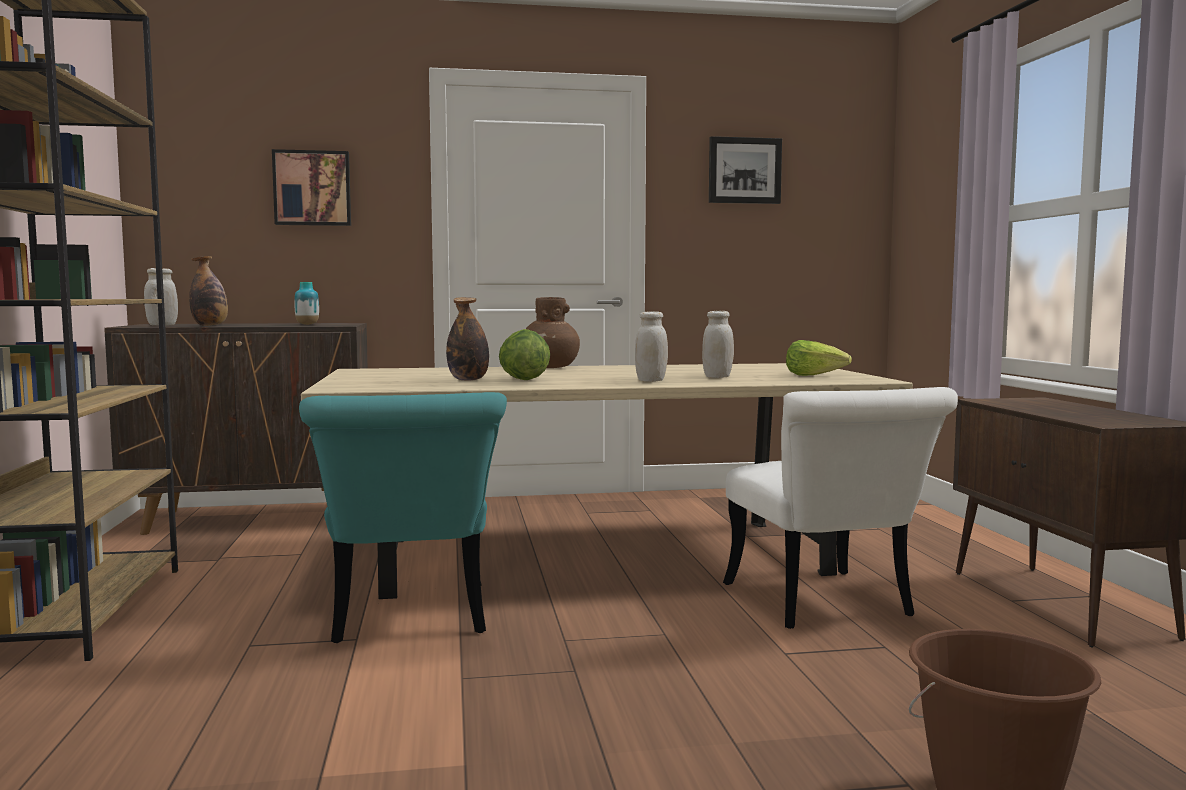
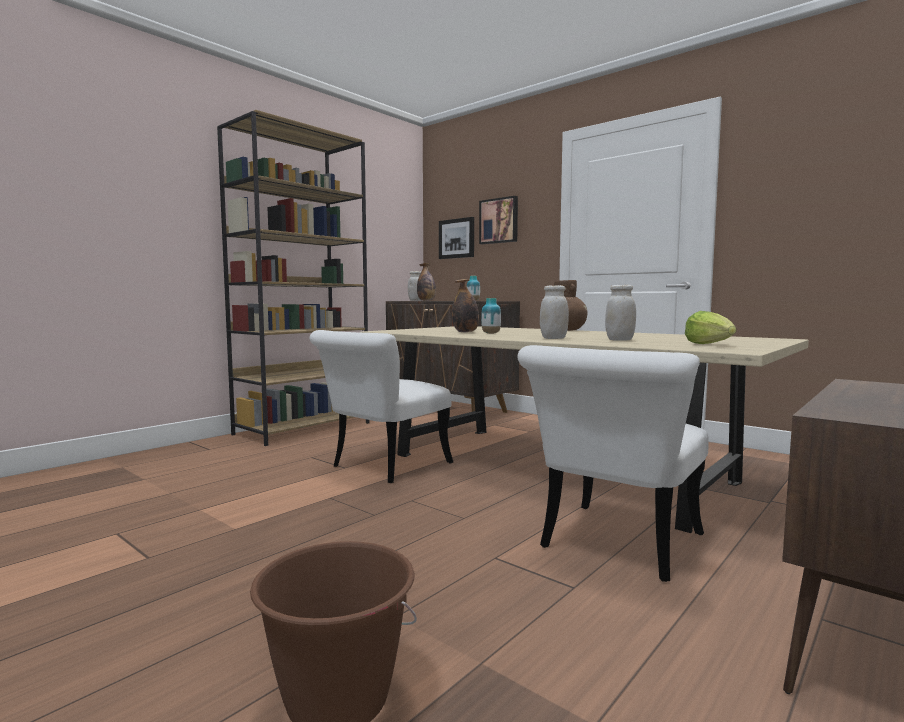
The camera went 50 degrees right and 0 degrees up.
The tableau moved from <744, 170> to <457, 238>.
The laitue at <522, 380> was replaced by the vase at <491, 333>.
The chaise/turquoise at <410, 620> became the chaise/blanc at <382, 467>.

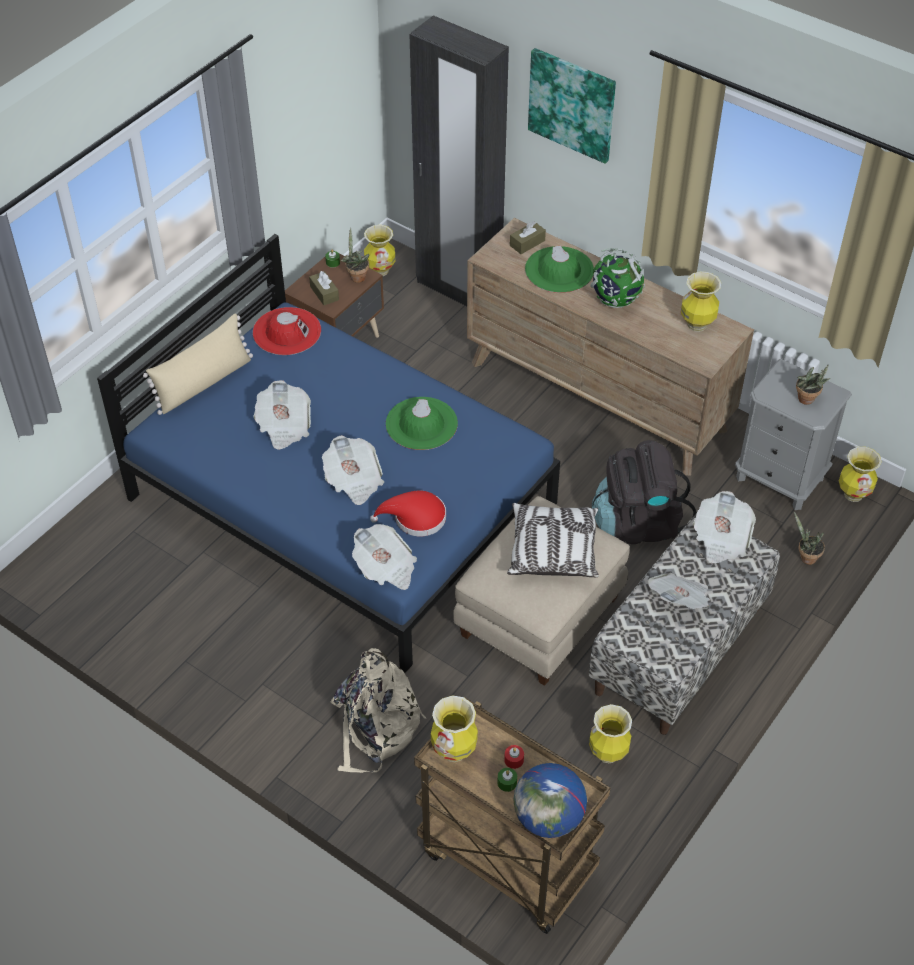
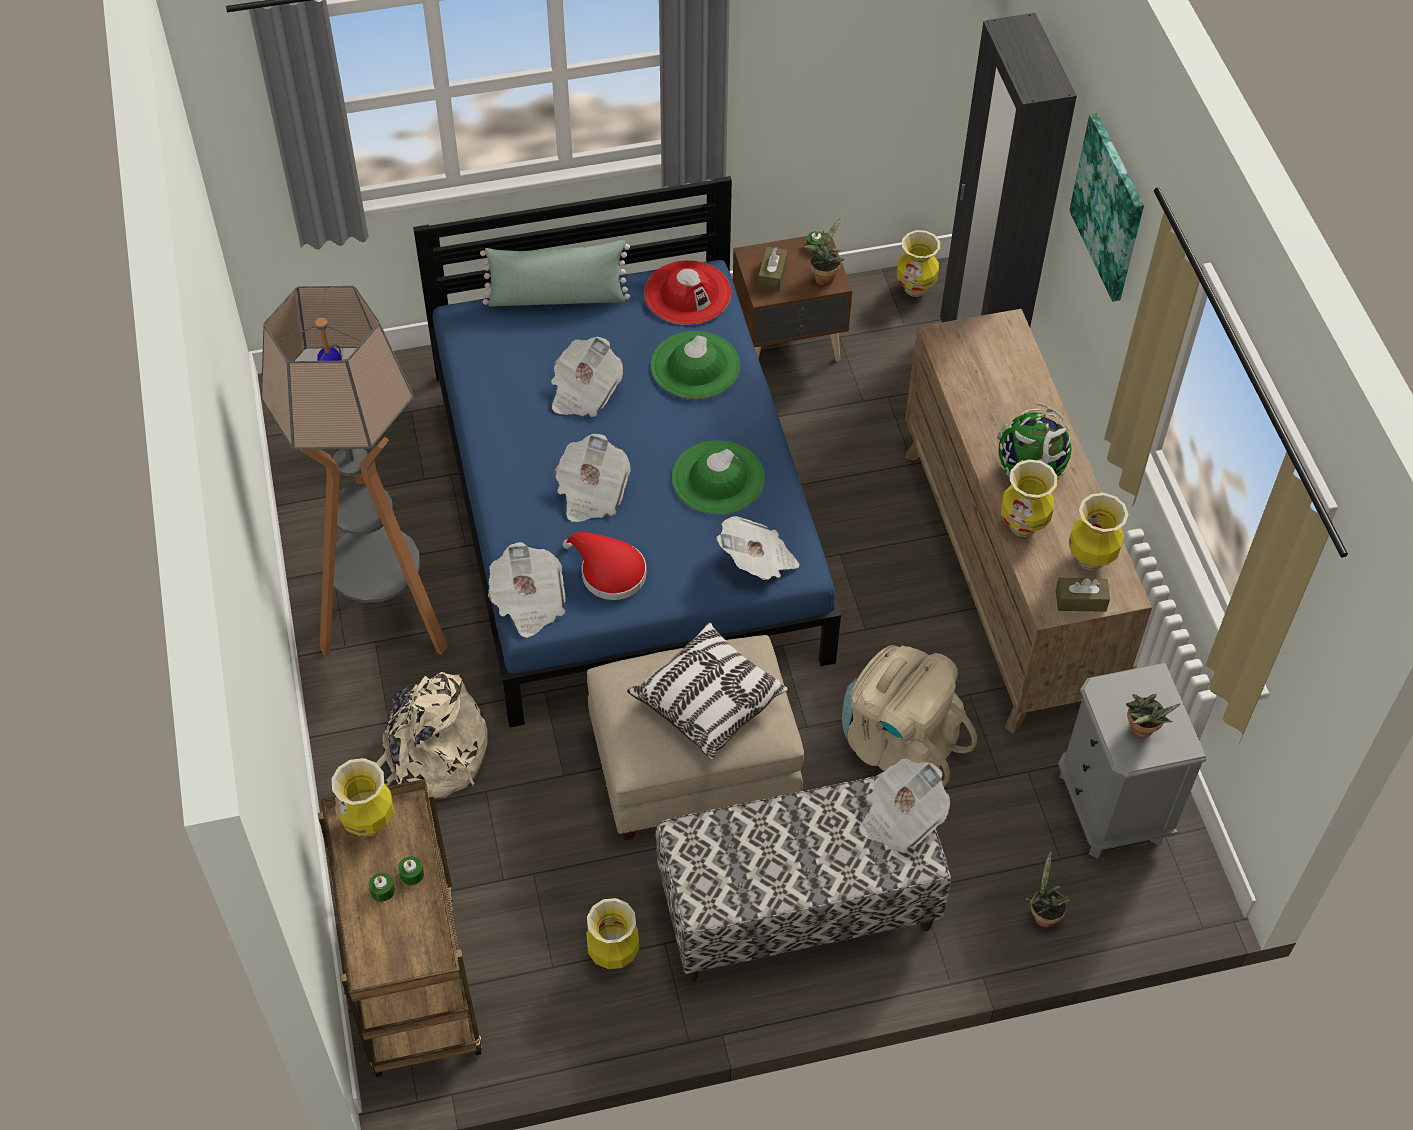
The camera went 40 degrees right and 5 degrees up.
The boîte à mouchoirs/marron moved from <527, 243> to <1080, 600>.
The chapeau/vert moved from <559, 270> to <695, 365>.
The coussin/beige at <204, 383> became the coussin/vert at <557, 297>.
The sac à dos/noir at <638, 522> became the sac à dos/beige at <899, 744>.
The vase moved from <853, 494> to <1023, 526>.
The journal moved from <680, 601> to <758, 561>.
The bougie/rouge at <514, 760> became the bougie/vert at <411, 874>.
The globe at <548, 818> disappeared.
The lampadaire at <386, 622> appeared.

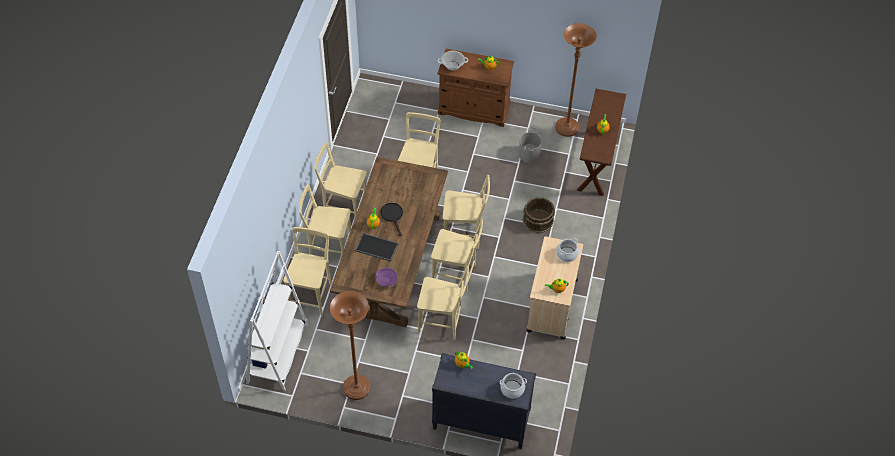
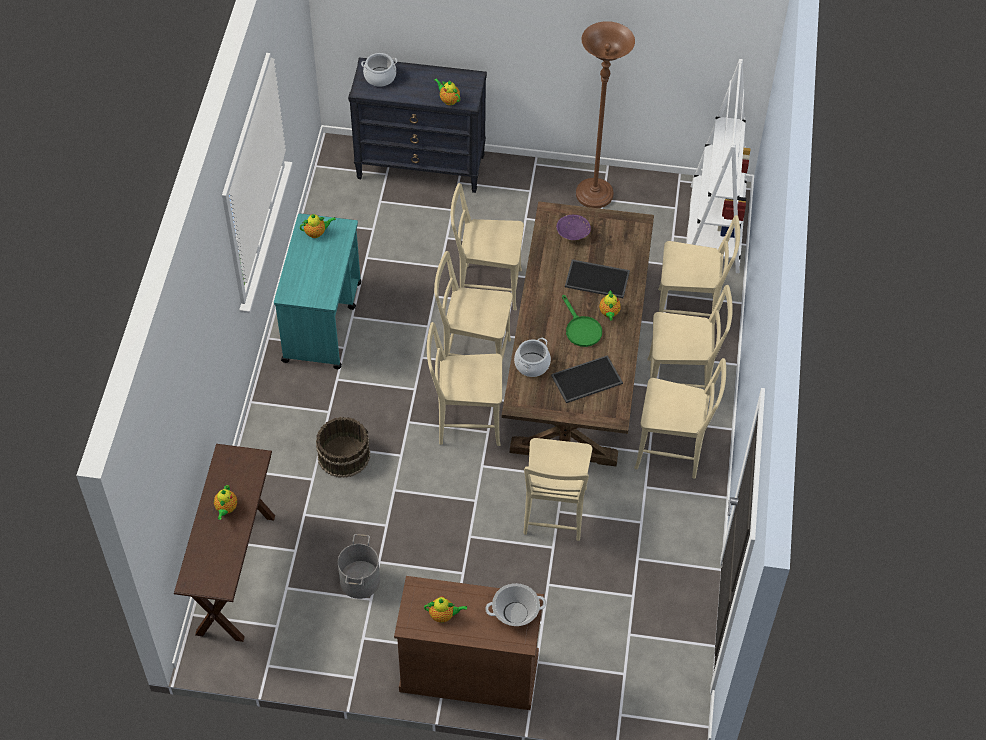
The camera went 175 degrees right and 0 degrees up.
The lampadaire/marron at <567, 128> disappeared.
The poêle/noir at <393, 216> became the poêle/vert at <581, 329>.
The chaise/beige at <311, 293> turned 90 degrees counterclockwise.
The chariot/beige at <551, 306> became the chariot/turquoise at <322, 321>.
The marmite moved from <567, 254> to <532, 365>.
The plateau at <586, 380> appeared.

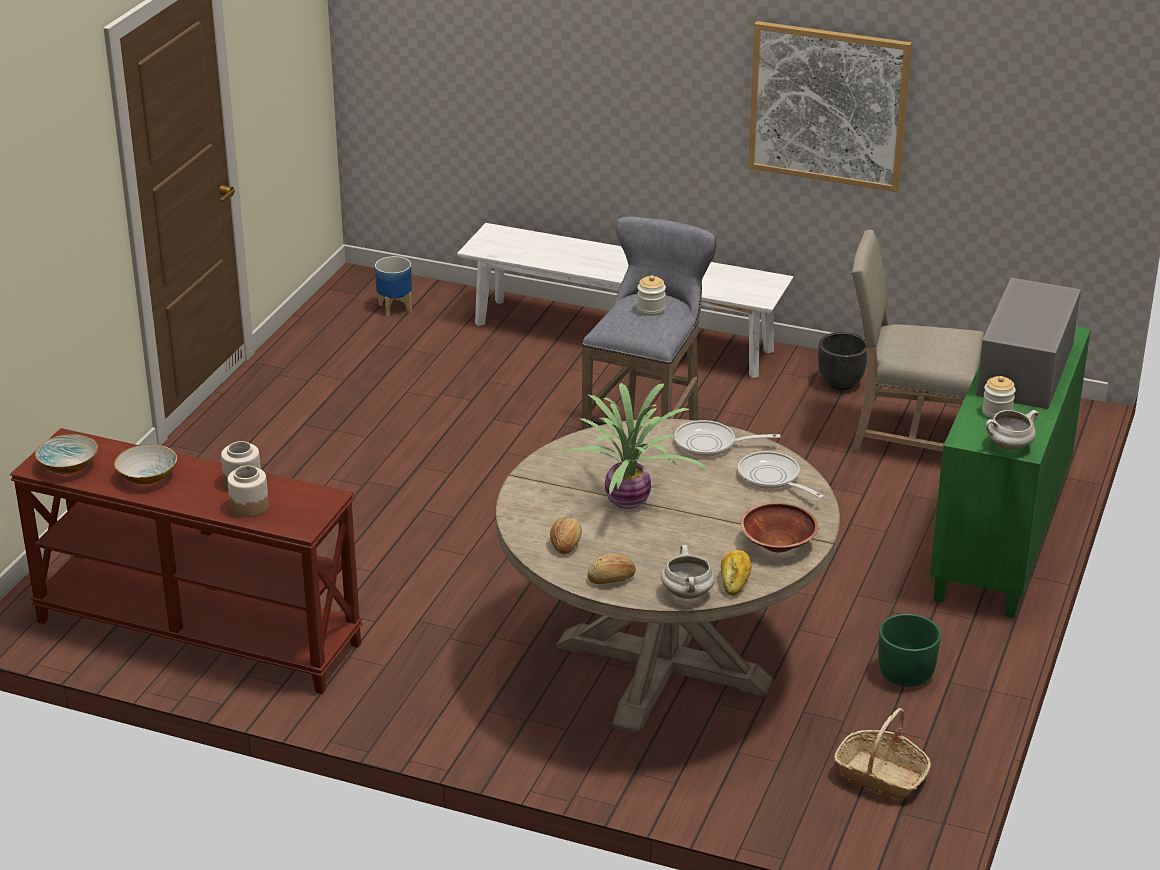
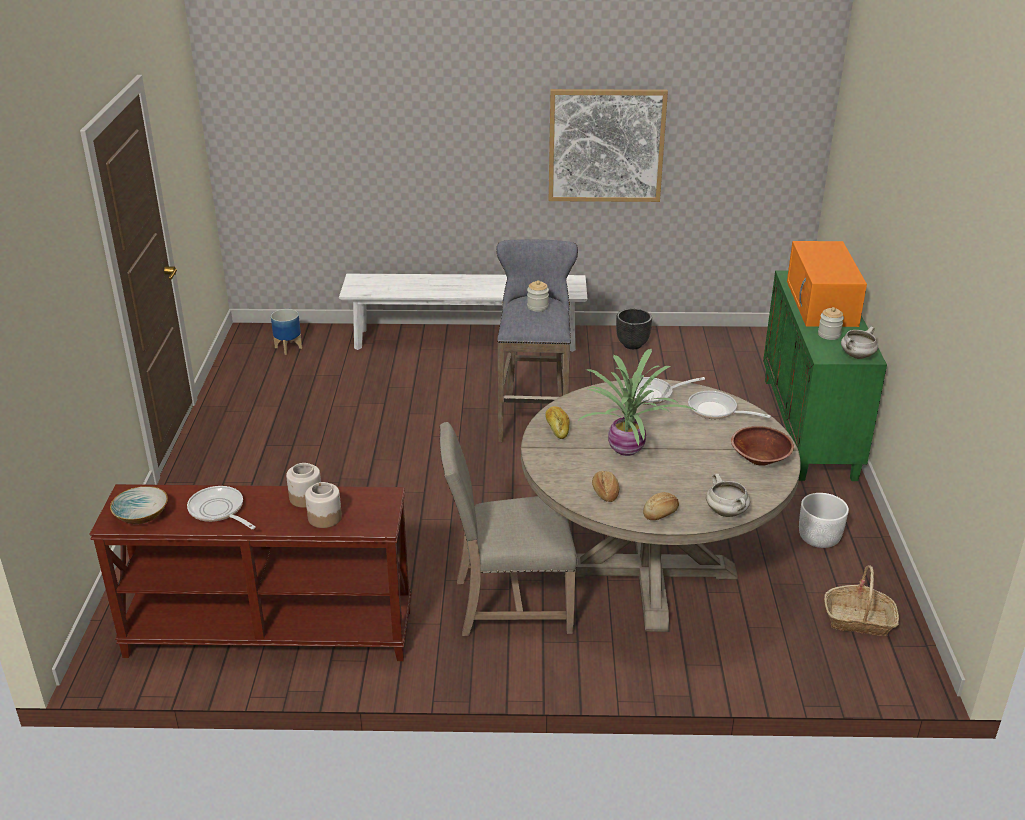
The camera went 20 degrees left and 0 degrees up.
The chaise/beige moved from <907, 437> to <508, 604>.
The micro-ondes/gris at <1025, 370> became the micro-ondes/orange at <822, 304>.
The bol at <147, 477> was replaced by the poêle at <219, 511>.
The pain moved from <735, 579> to <557, 427>.
The cache-pot/vert at <906, 674> became the cache-pot/blanc at <819, 538>.

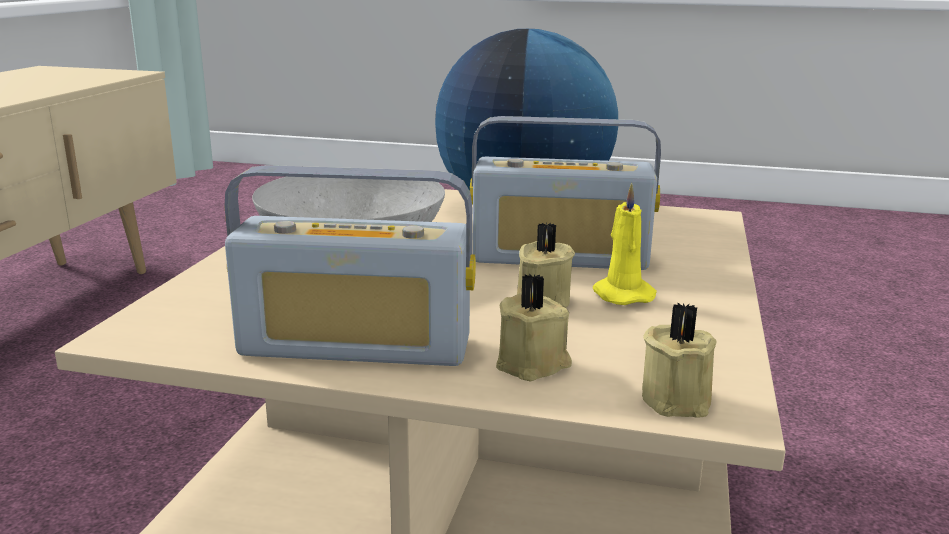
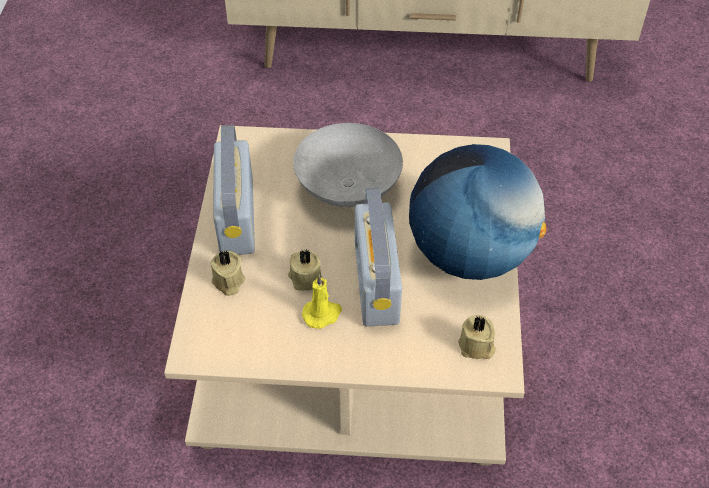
The camera went 80 degrees right and 30 degrees up.
The bougie/beige moved from <678, 398> to <476, 347>.

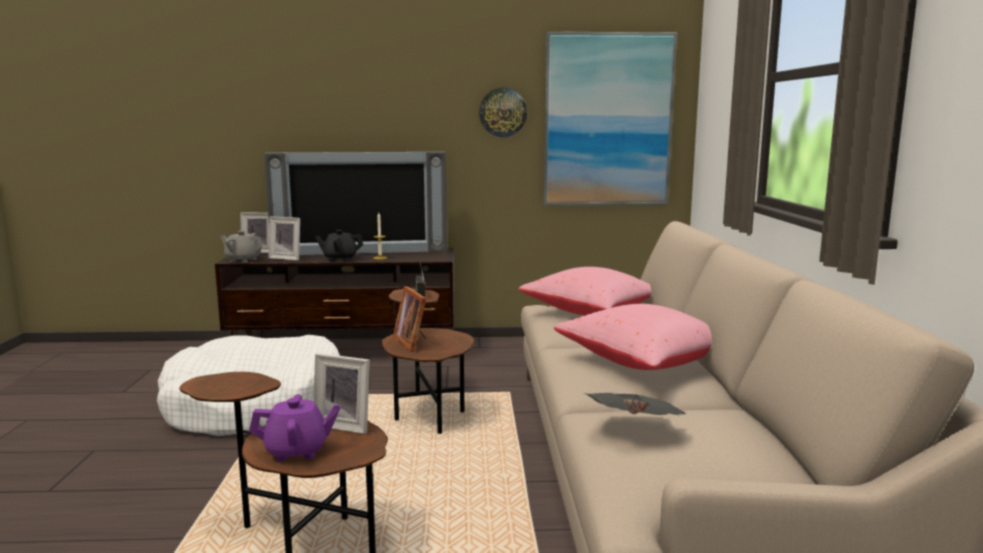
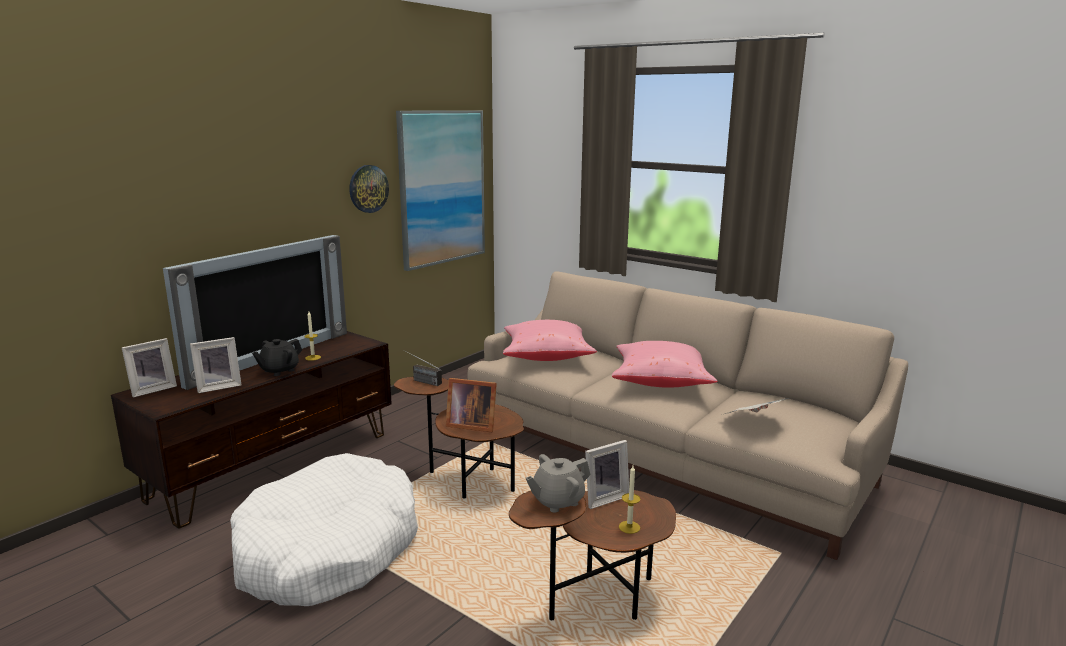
The camera went 50 degrees left and 5 degrees up.
The théière/gris moved from <243, 260> to <557, 501>.
The théière/violet at <297, 451> was replaced by the bougie at <629, 527>.

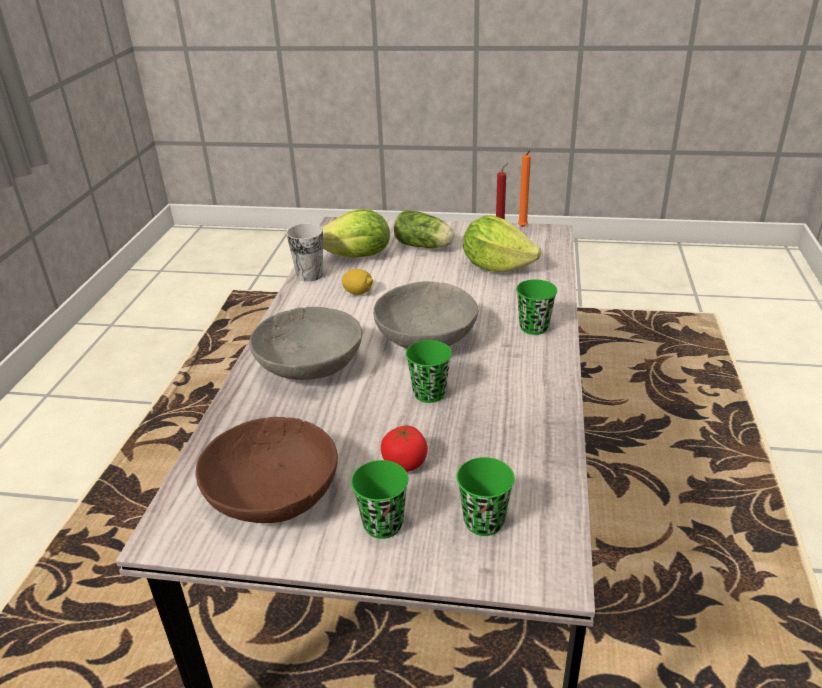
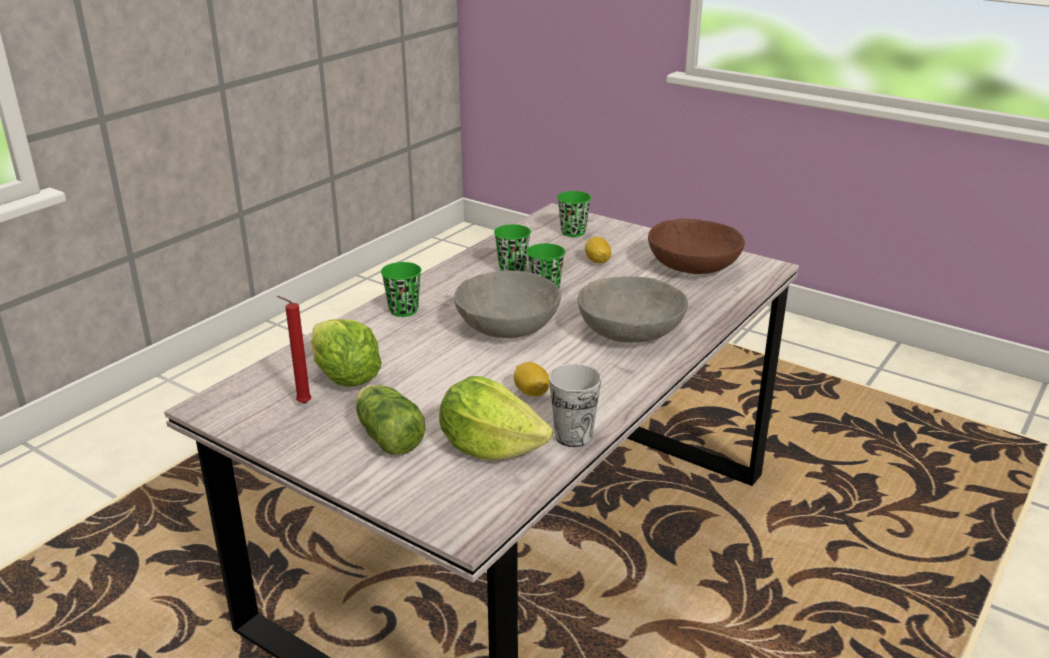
The camera went 155 degrees left and 5 degrees down.
The bougie/orange at <523, 228> disappeared.
The tomate at <405, 463> was replaced by the citron at <597, 261>.
The tasse/vert moved from <383, 524> to <512, 269>.

